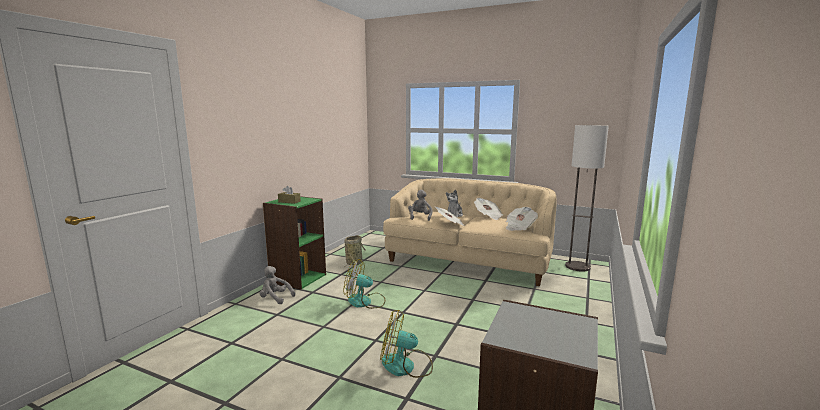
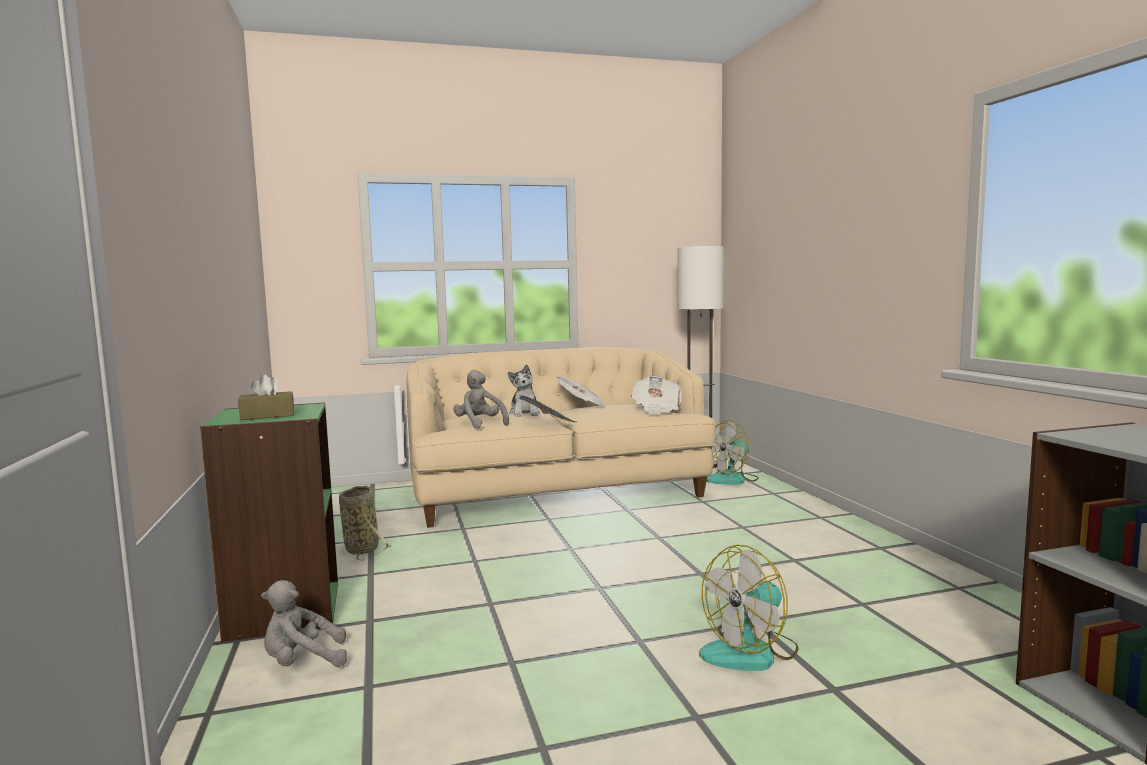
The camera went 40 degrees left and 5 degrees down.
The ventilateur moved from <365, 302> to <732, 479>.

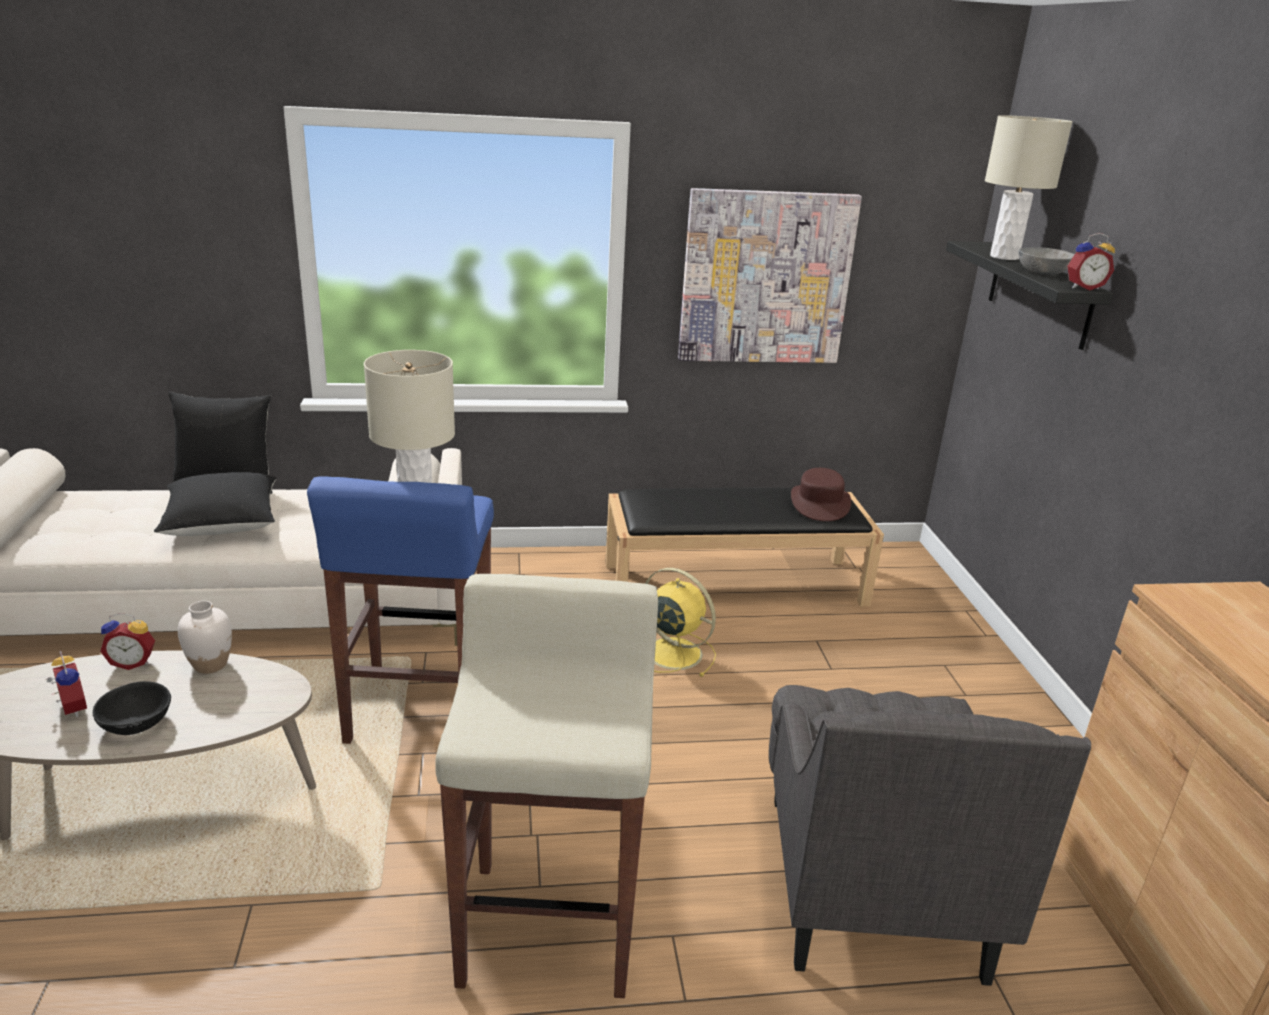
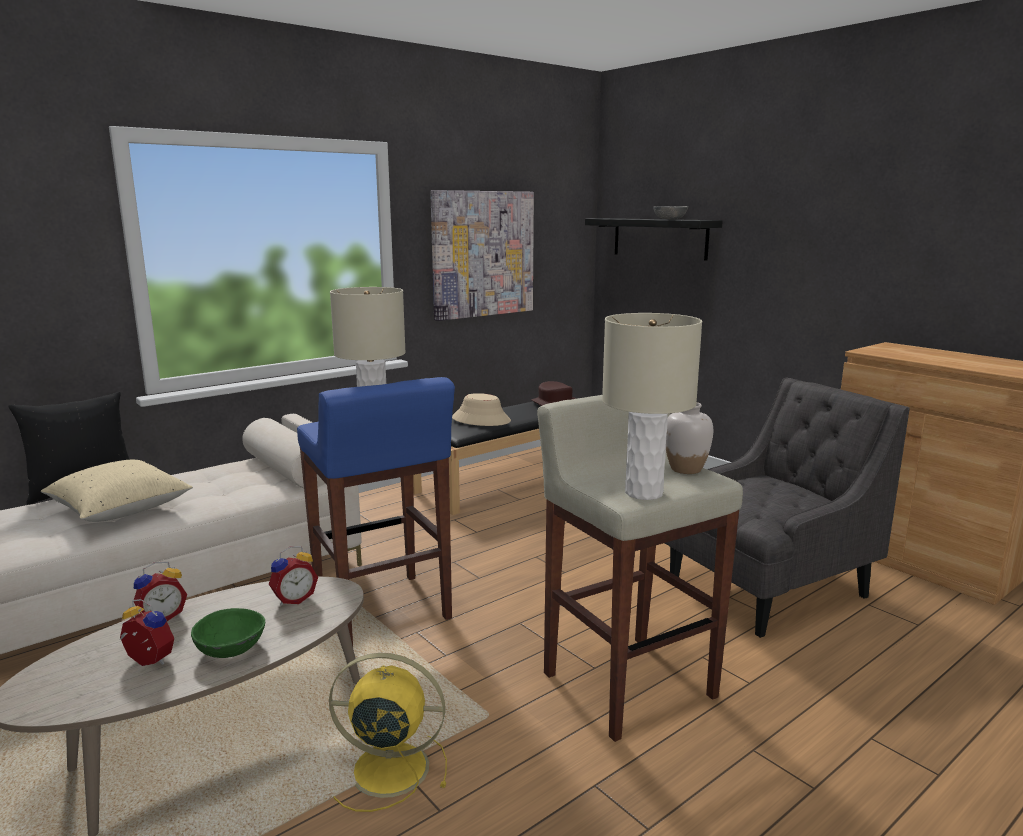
The camera went 30 degrees left and 10 degrees down.
The lampe de table/beige moved from <1004, 257> to <644, 493>.
The réveil moved from <1083, 288> to <294, 599>.
The coussin/noir at <222, 524> became the coussin/beige at <120, 511>.
The ventilateur/jaune moved from <671, 652> to <386, 768>.
The vase/blanc moved from <210, 665> to <685, 469>.
The bol/noir at <135, 723> became the bol/vert at <230, 648>.
The fauteuil/gris at <870, 881> turned 90 degrees counterclockwise.
The chapeau/beige at <481, 420> appeared.

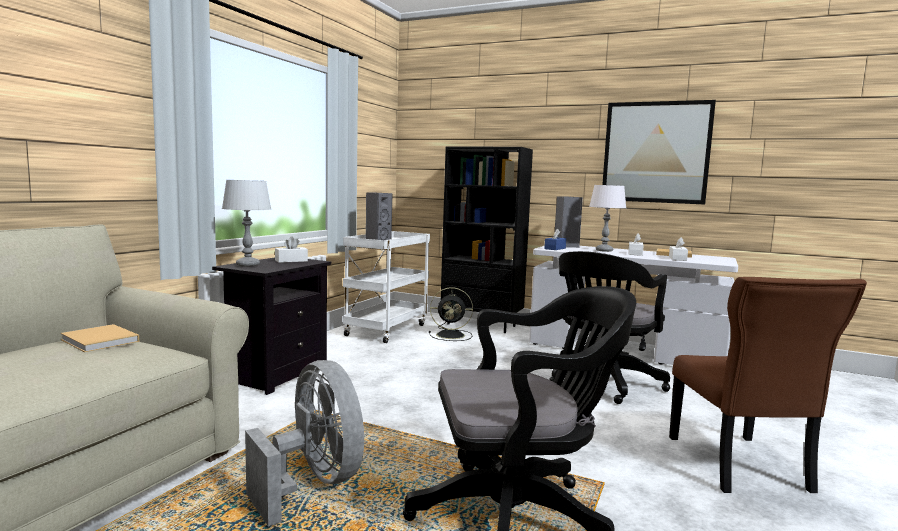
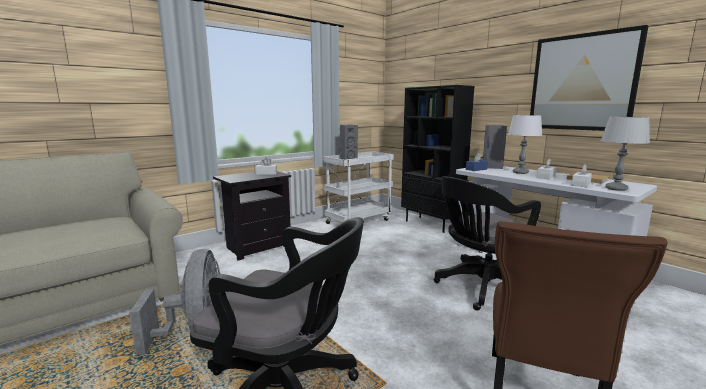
The camera went 25 degrees right and 5 degrees up.
The lampe de table/gris moved from <247, 265> to <615, 189>.
The ventilateur/noir at <452, 335> disappeared.
The livre/beige at <101, 341> disappeared.

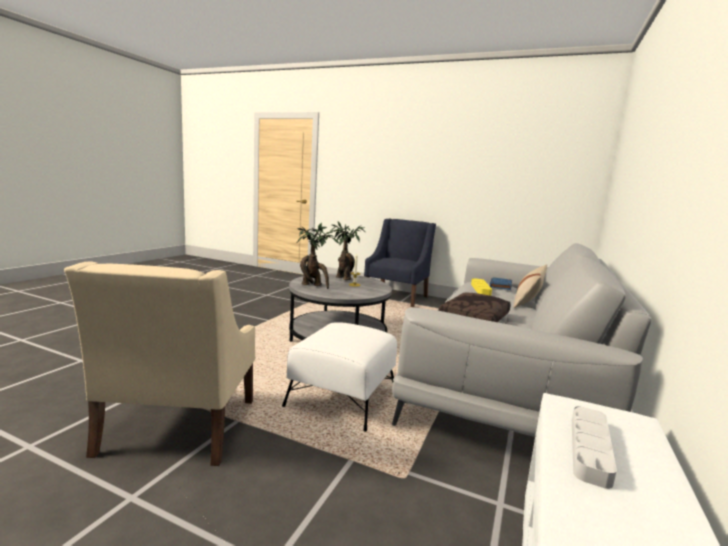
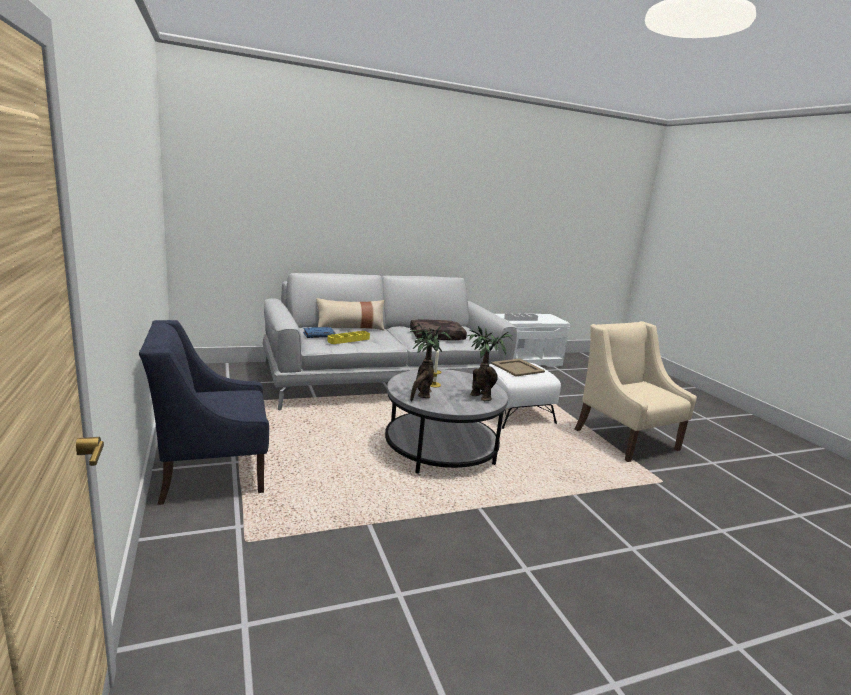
The camera went 135 degrees left and 5 degrees up.
The fauteuil/beige at <178, 427> turned 75 degrees counterclockwise.
The plateau/beige at <517, 367> appeared.

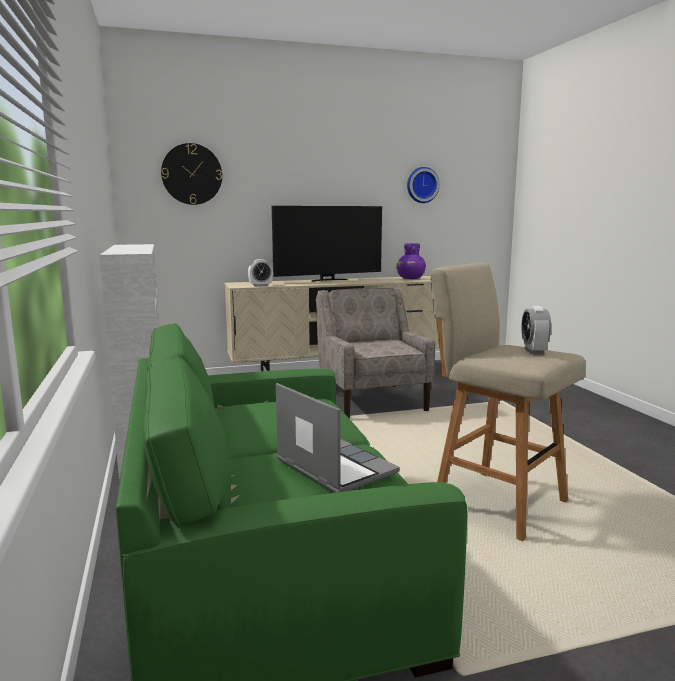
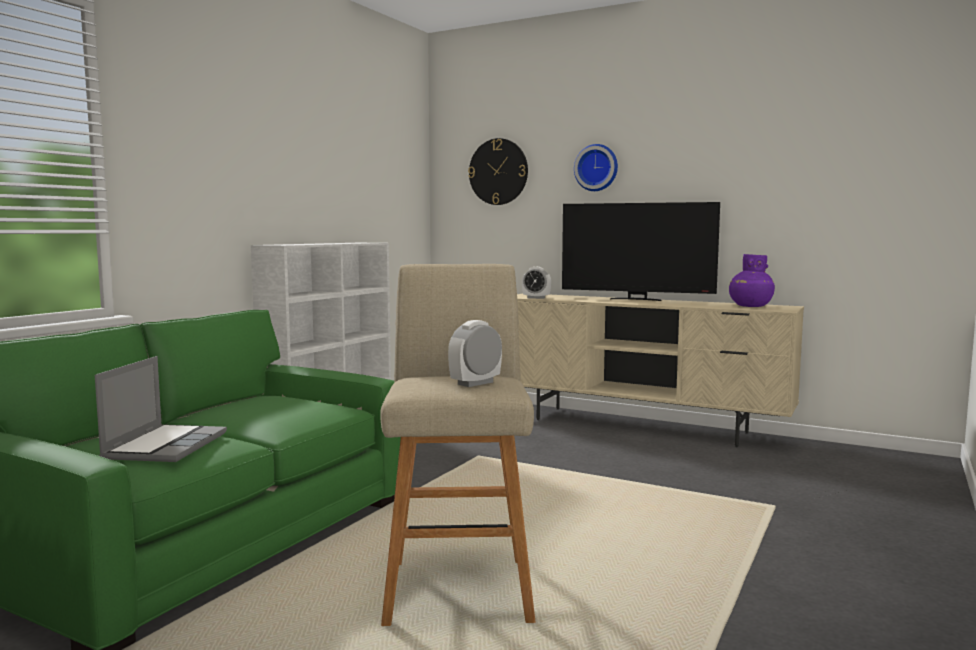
The camera went 45 degrees right and 5 degrees down.
The horloge murale moved from <422, 185> to <597, 168>.
The fauteuil/beige at <372, 400> disappeared.

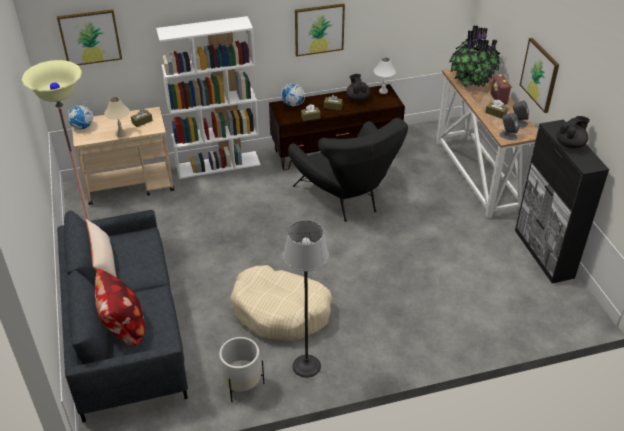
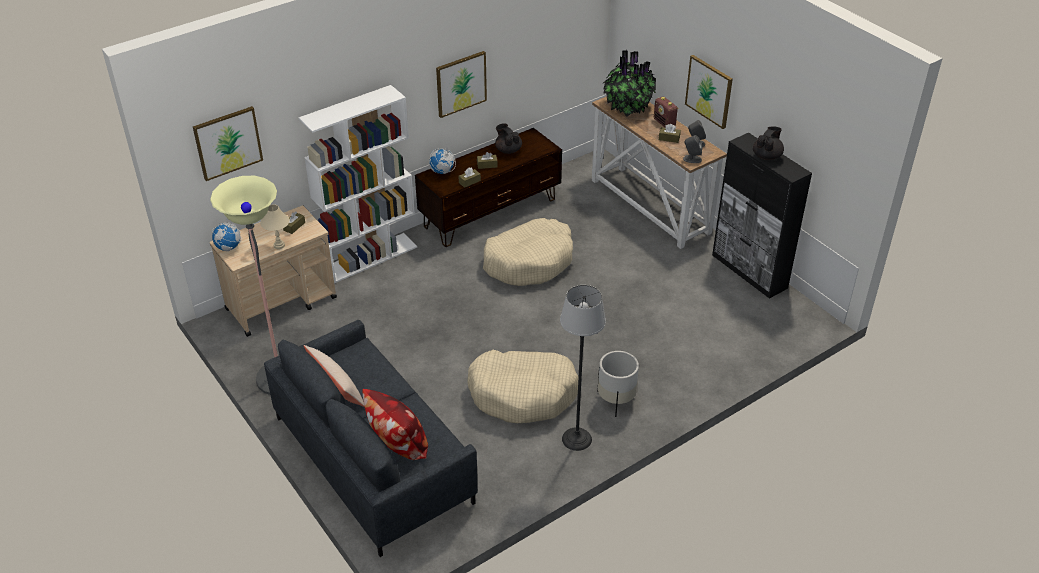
The camera went 20 degrees left and 0 degrees up.
The lampe de table/blanc at <383, 91> disappeared.
The fauteuil/noir at <346, 198> was replaced by the panier pour chien/beige at <529, 261>.
The cache-pot/blanc moved from <242, 385> to <616, 400>.

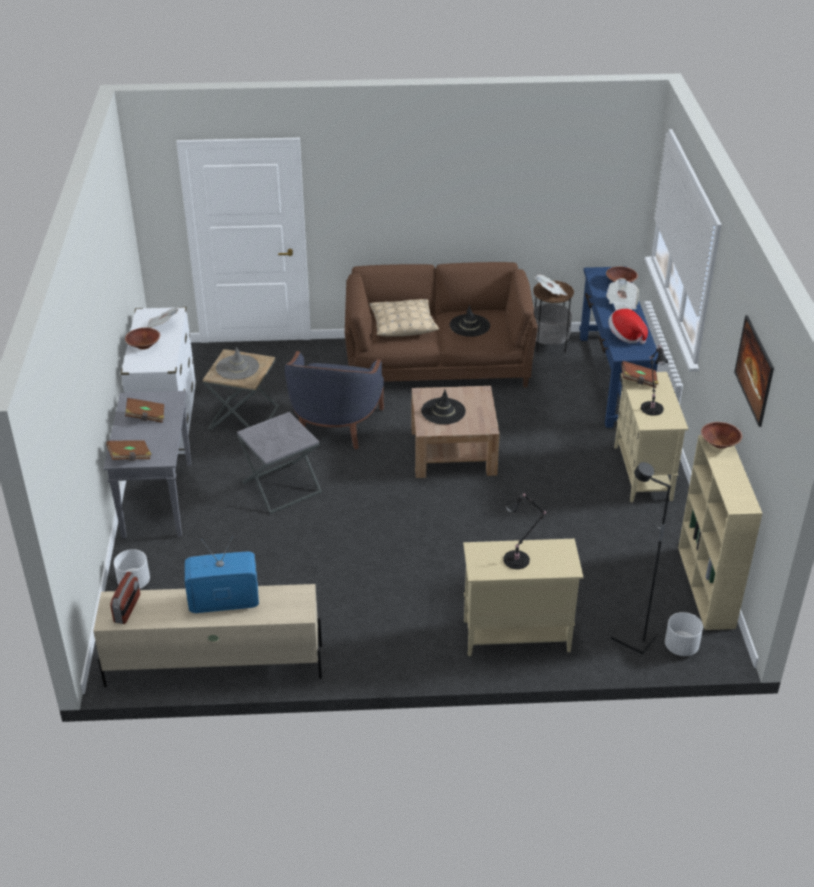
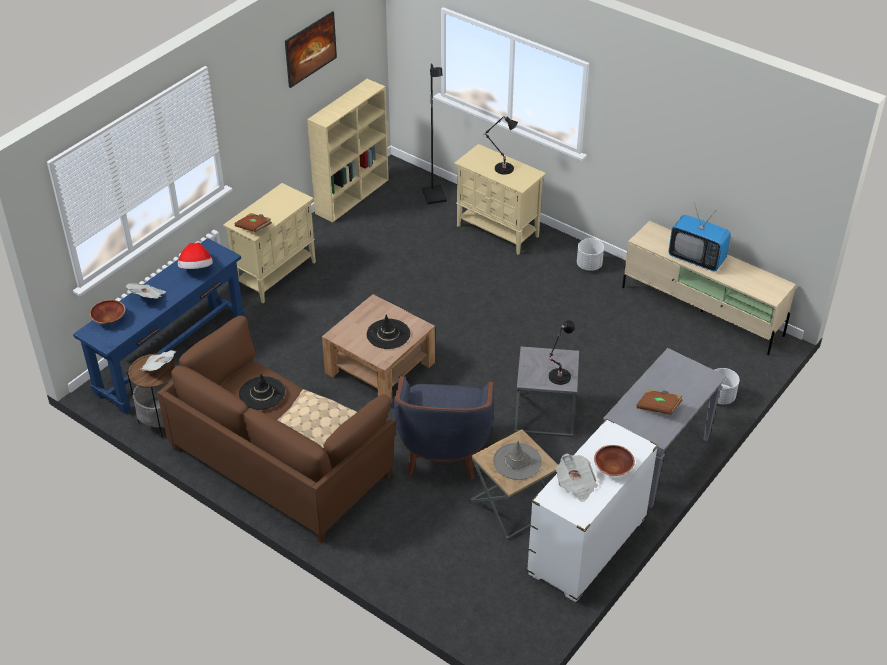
The camera went 140 degrees left and 5 degrees up.
The lampe de table/noir moved from <651, 407> to <558, 378>.
The fauteuil/bleu at <334, 425> turned 135 degrees clockwise.
The bol/marron at <719, 443> disappeared.
The livre/marron at <130, 457> disappeared.
The radio at <127, 609> disappeared.
The cache-pot/blanc moved from <681, 647> to <589, 265>.

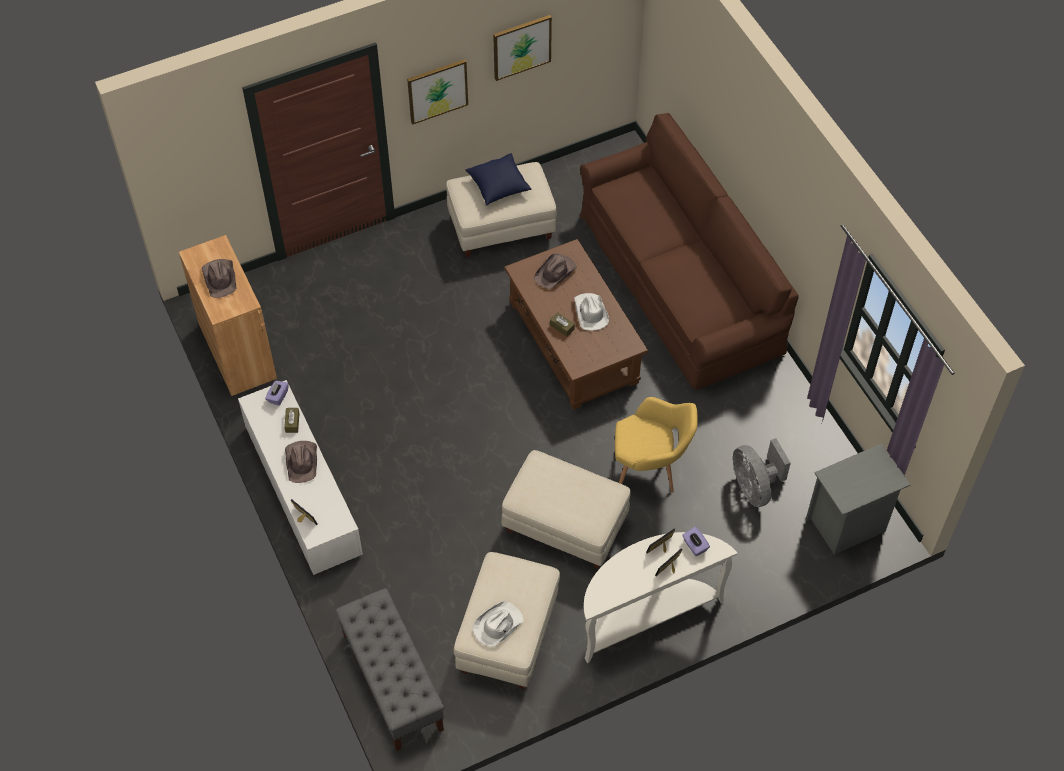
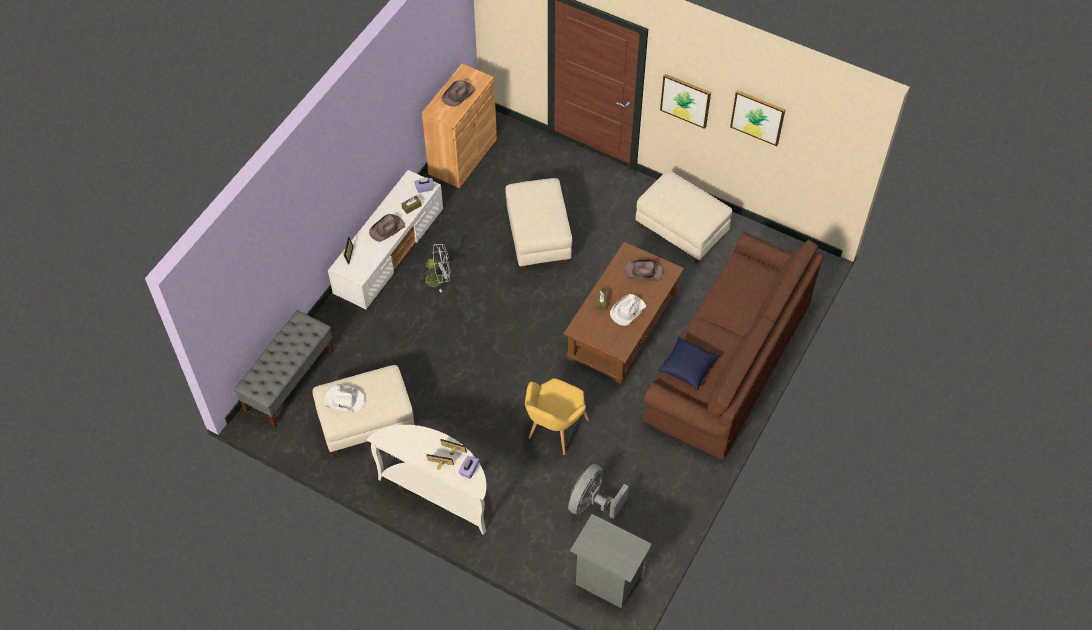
The camera went 55 degrees right and 0 degrees up.
The coussin/bleu moved from <498, 186> to <687, 368>.
The fauteuil/jaune at <650, 471> turned 60 degrees clockwise.
The pouf/beige moved from <565, 526> to <537, 238>.
The ventilateur/blanc at <438, 279> appeared.

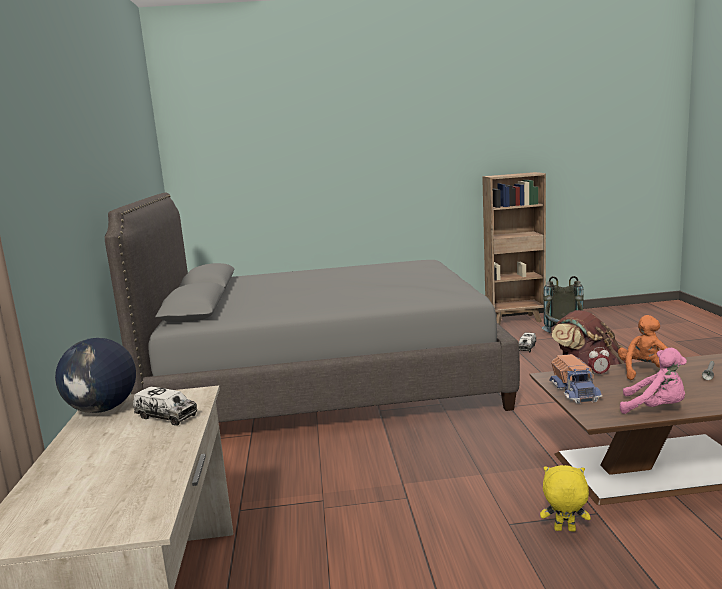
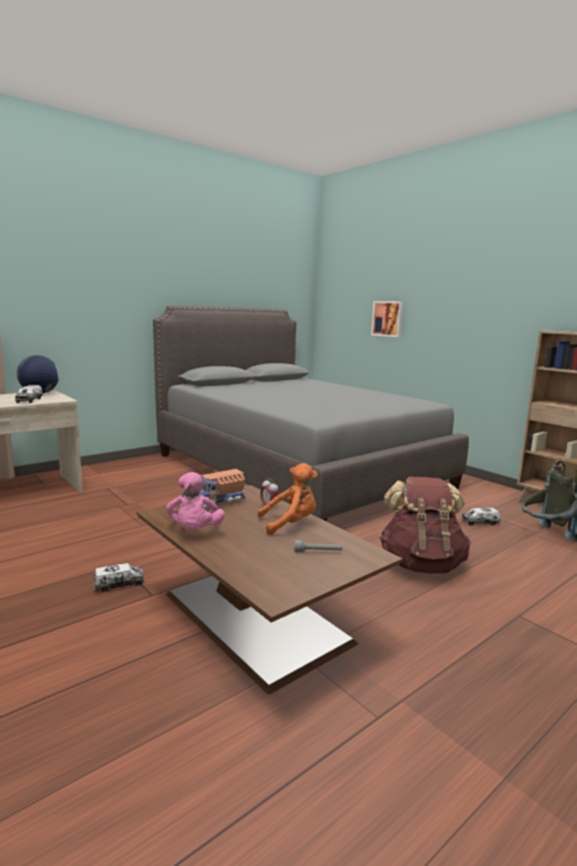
The camera went 55 degrees right and 0 degrees up.
The peluche/jaune at <564, 530> was replaced by the camion jouet at <119, 584>.
The tableau at <388, 318> appeared.

